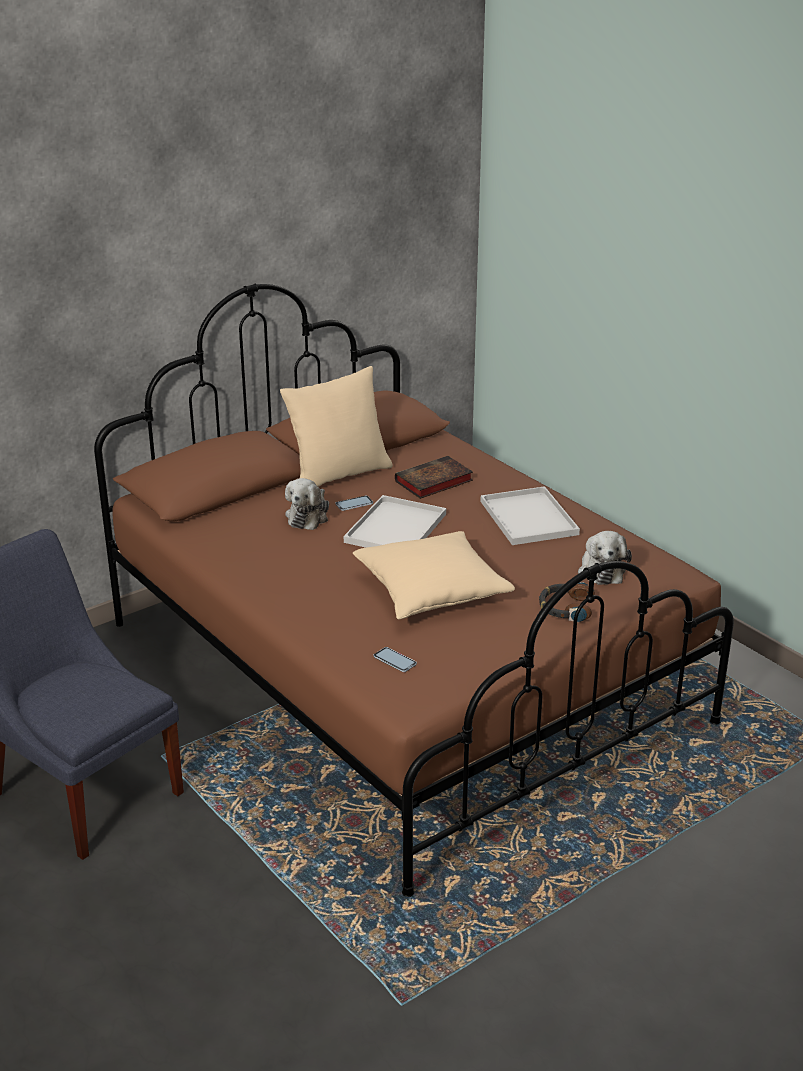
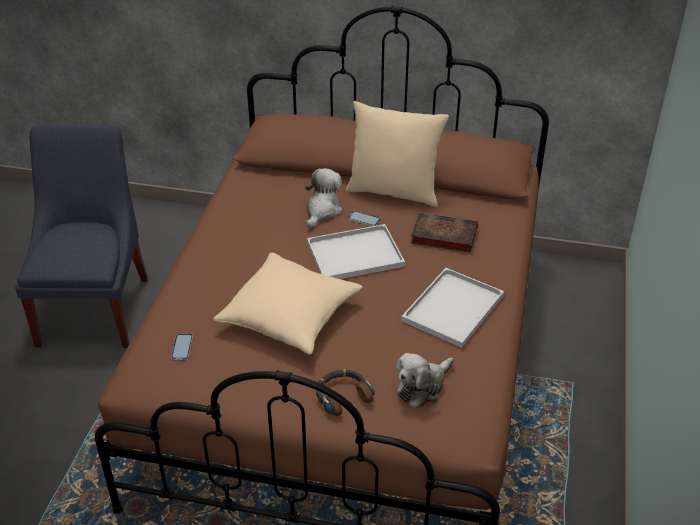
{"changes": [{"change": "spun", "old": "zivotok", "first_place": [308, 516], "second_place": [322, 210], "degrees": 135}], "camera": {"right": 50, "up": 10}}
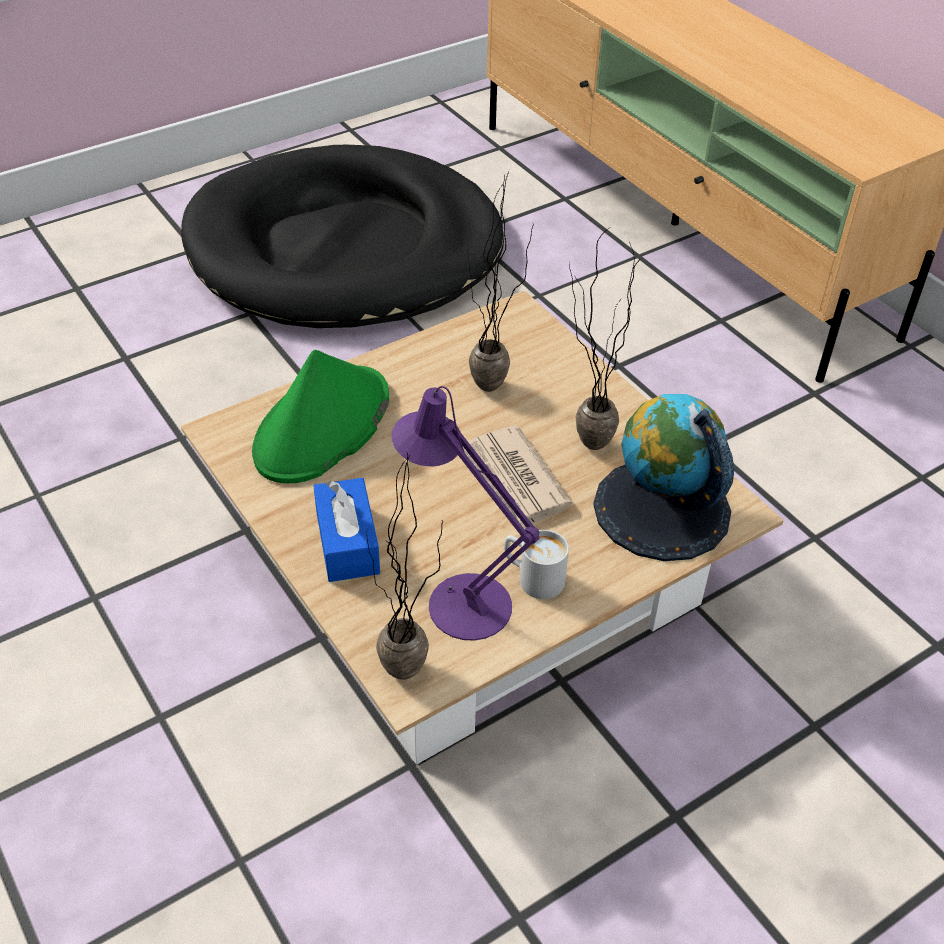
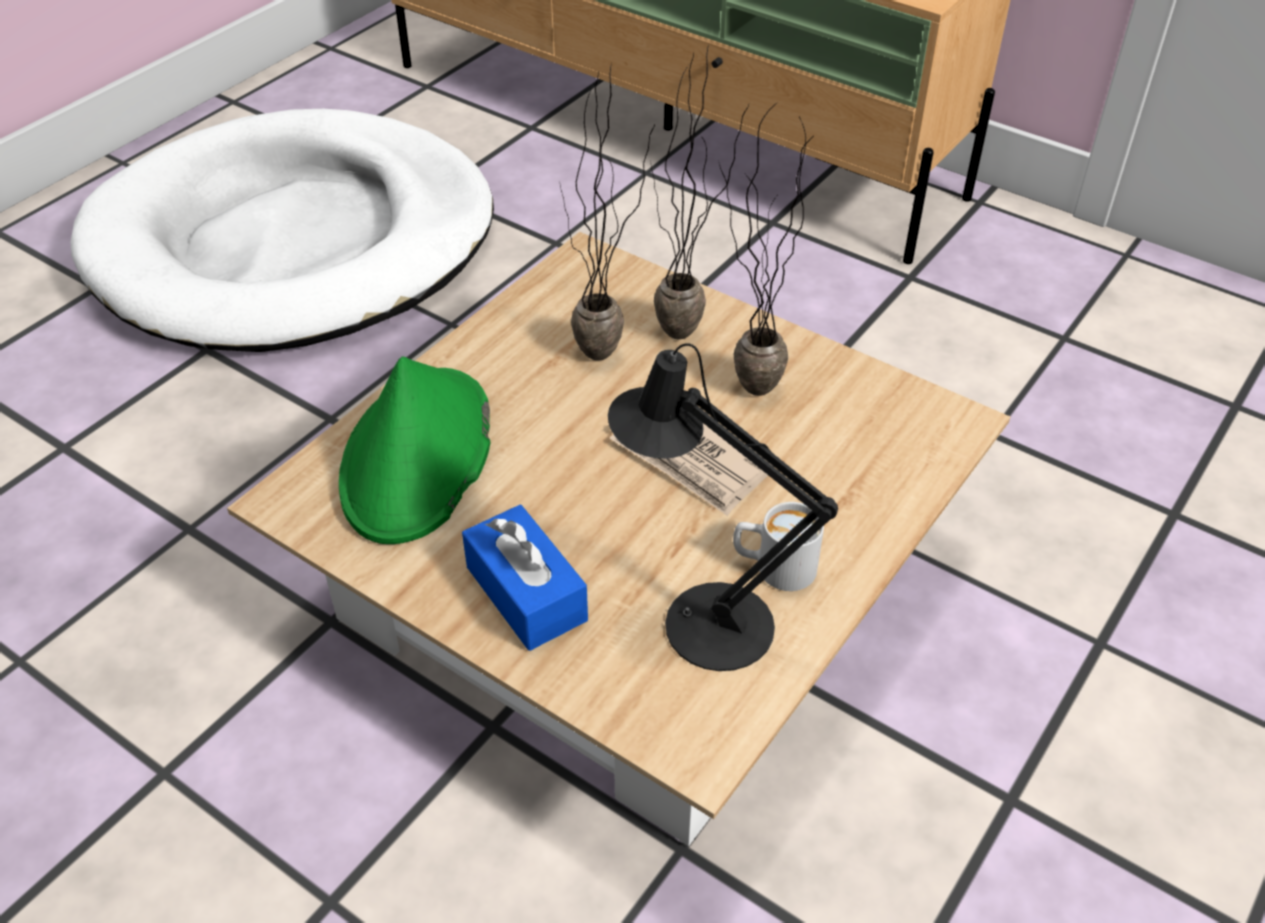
{"changes": [{"change": "colour", "old": "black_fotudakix", "new": "white_fotudakix", "first_place": [345, 249], "second_place": [294, 243]}, {"change": "colour", "old": "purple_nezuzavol", "new": "black_nezuzavol", "first_place": [460, 599], "second_place": [703, 621]}, {"change": "missing", "old": "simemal", "first_place": [661, 509]}, {"change": "relocated", "old": "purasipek", "first_place": [408, 683], "second_place": [689, 341]}], "camera": {"right": -20, "up": 0}}
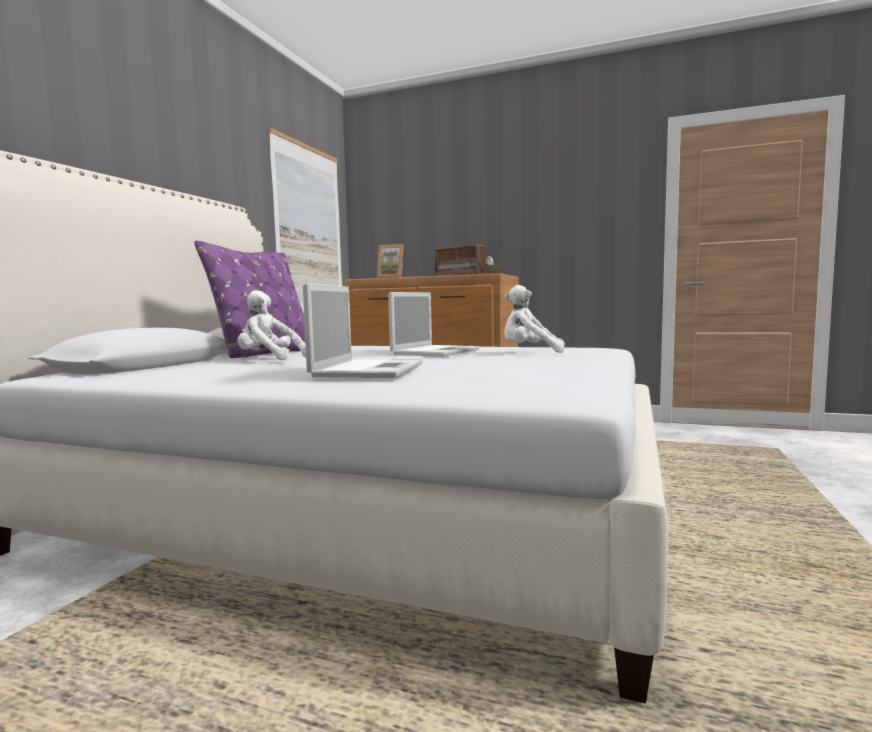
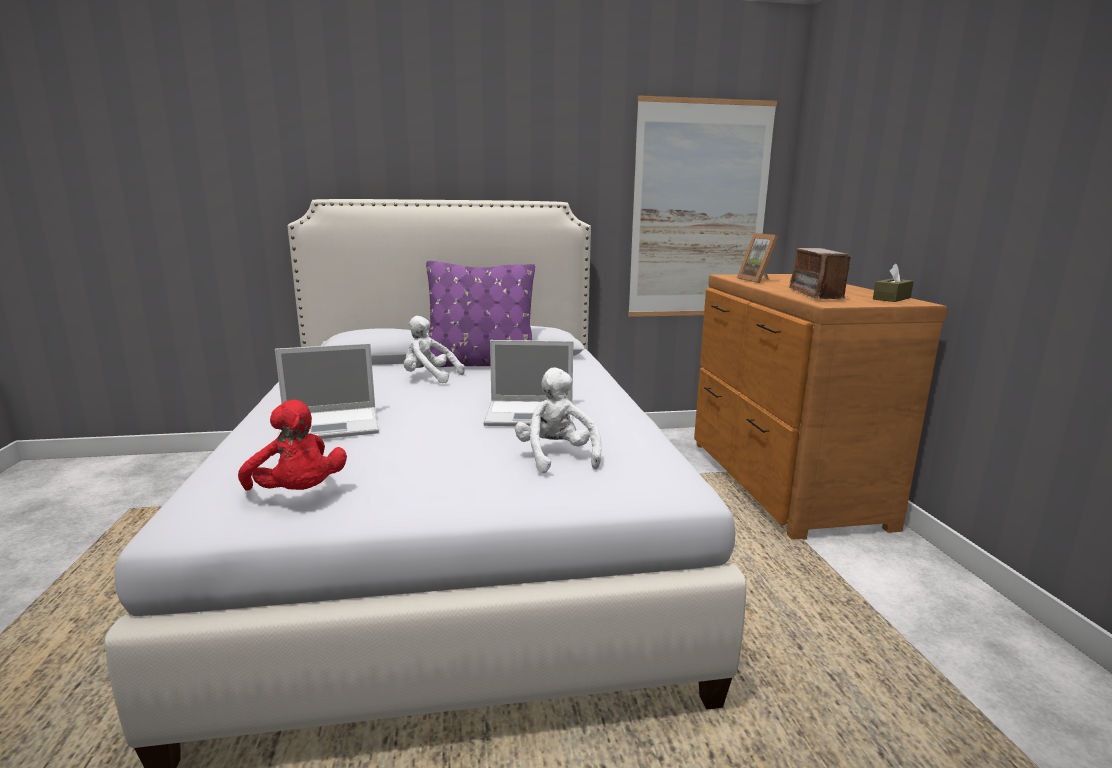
{"changes": [{"change": "spun", "old": "white_zivotok", "first_place": [269, 360], "second_place": [429, 377], "degrees": -60}, {"change": "appeared", "new": "red_zivotok", "second_place": [298, 494]}], "camera": {"right": 60, "up": 10}}
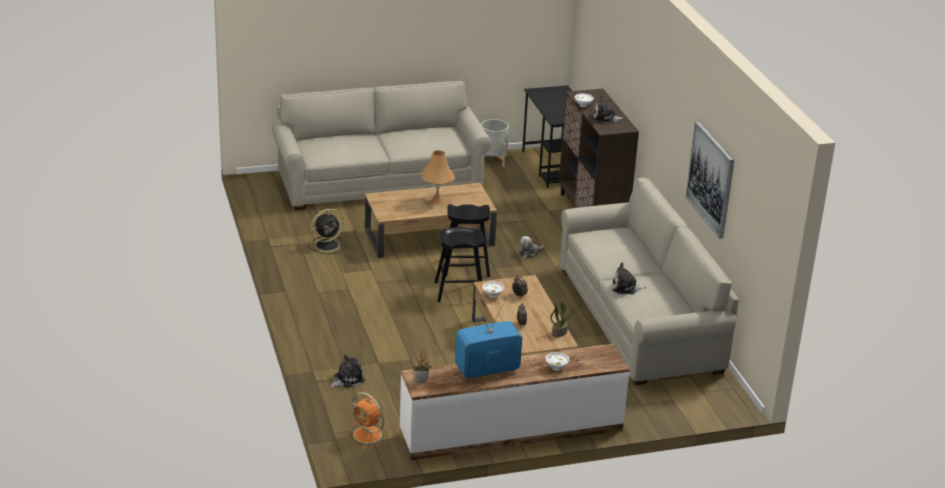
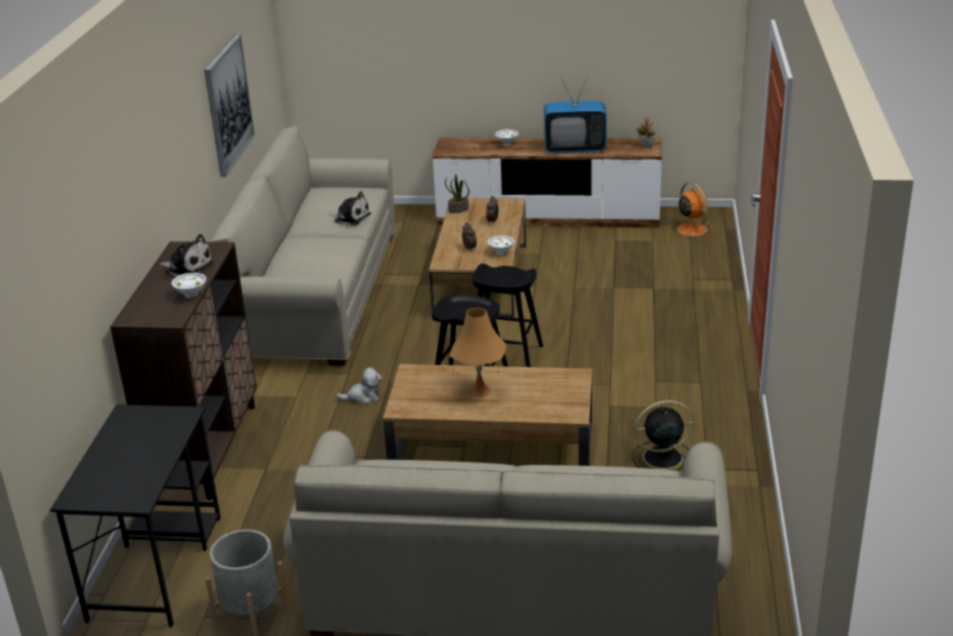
{"changes": [{"change": "missing", "old": "zivotok", "first_place": [347, 379]}], "camera": {"right": -155, "up": 0}}
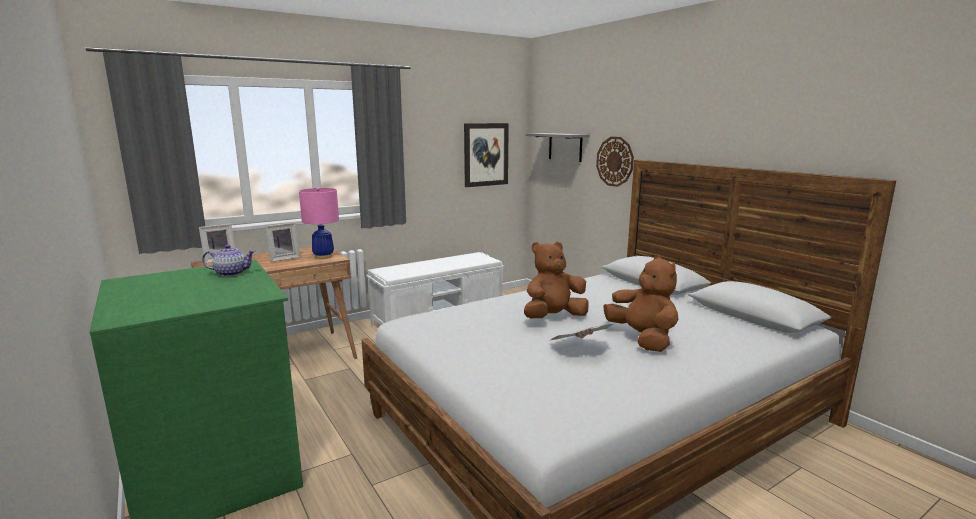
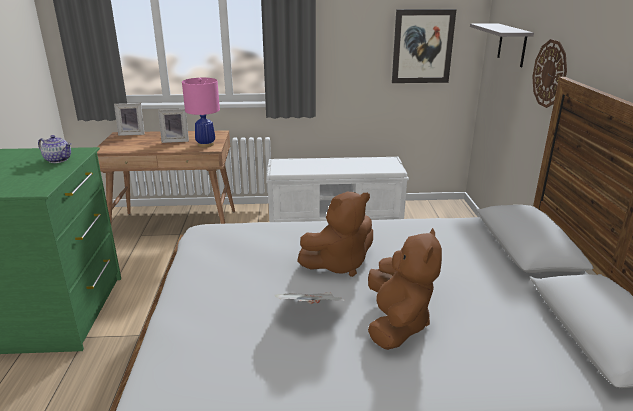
{"changes": [{"change": "spun", "old": "brown_zivotok", "first_place": [553, 317], "second_place": [339, 264], "degrees": 150}], "camera": {"right": 30, "up": 10}}
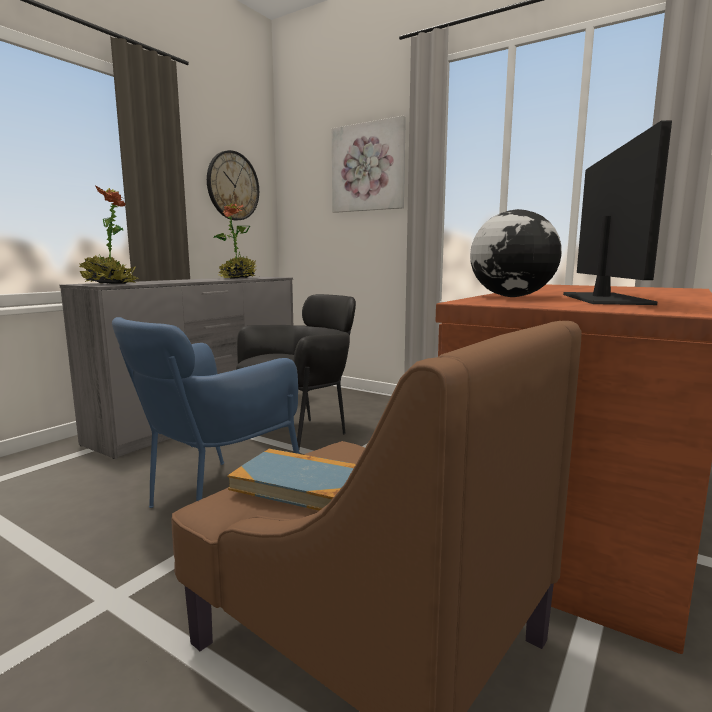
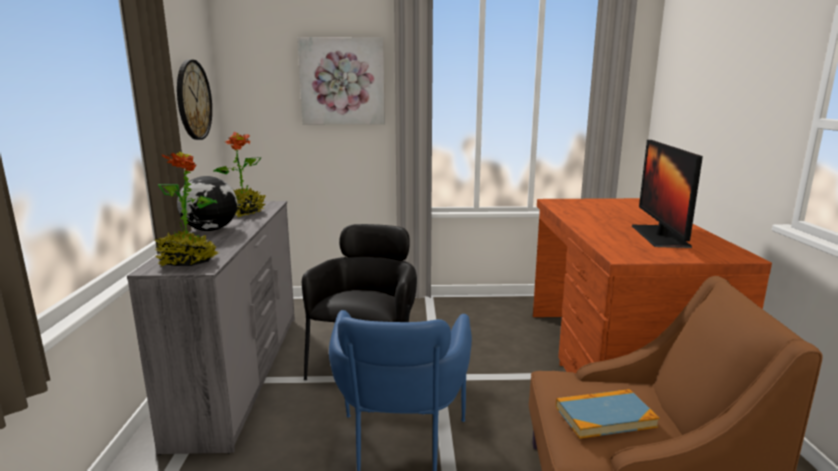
{"changes": [{"change": "spun", "old": "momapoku", "first_place": [604, 299], "second_place": [659, 236], "degrees": -150}, {"change": "relocated", "old": "simemal", "first_place": [511, 297], "second_place": [210, 230]}], "camera": {"right": -35, "up": 5}}
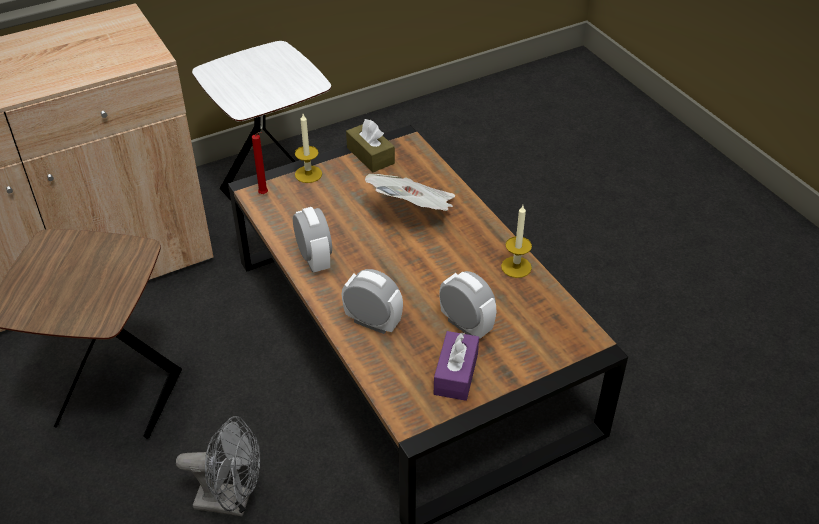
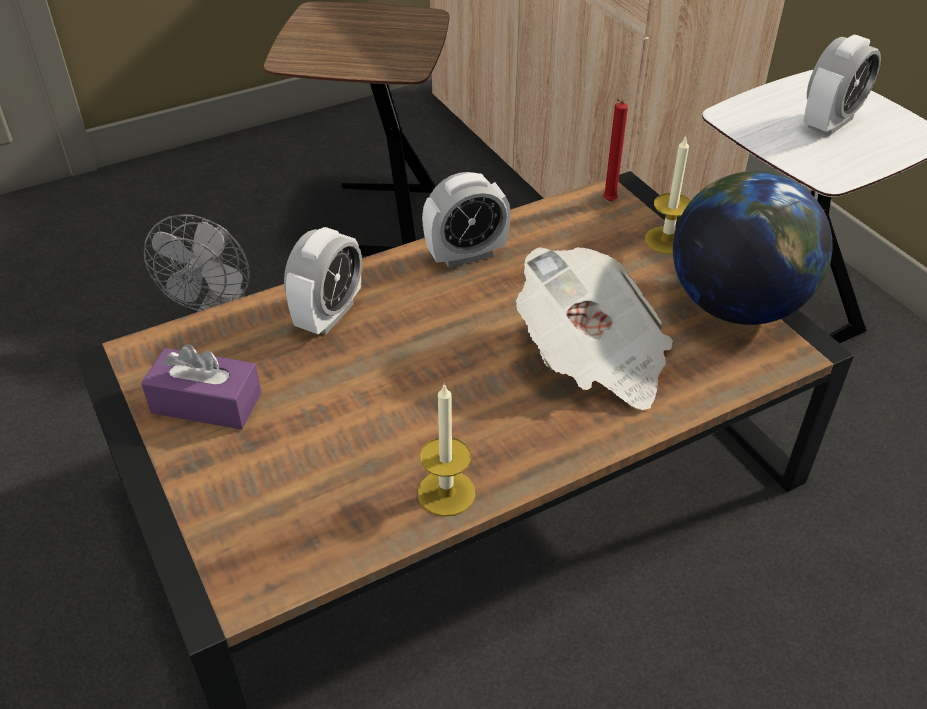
{"changes": [{"change": "exchanged", "old": "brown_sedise", "new": "simemal", "first_place": [370, 155], "second_place": [736, 305]}, {"change": "relocated", "old": "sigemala", "first_place": [466, 325], "second_place": [830, 123]}], "camera": {"right": 90, "up": 0}}
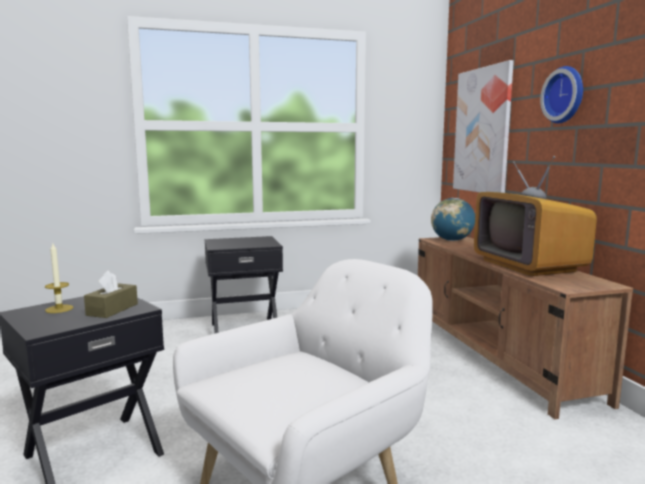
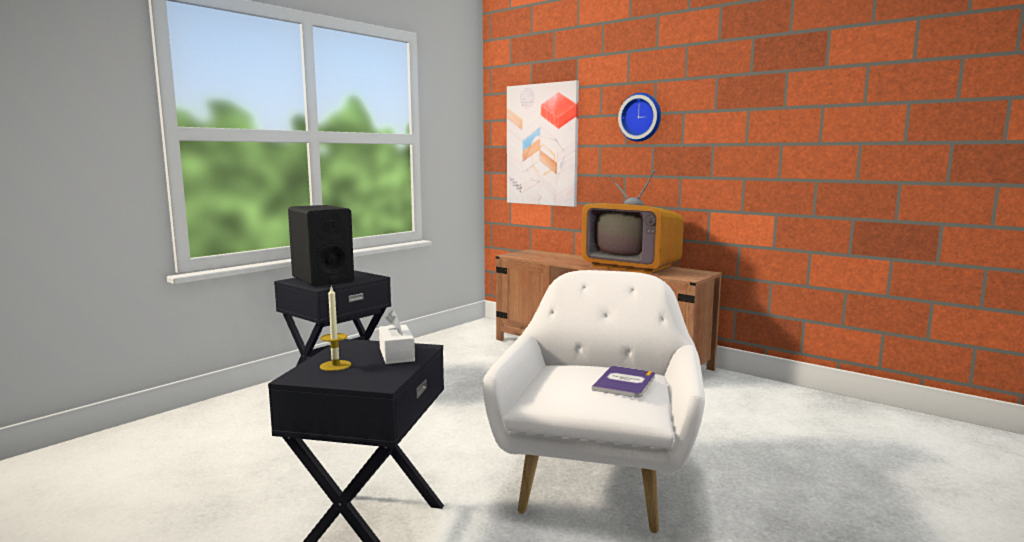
{"changes": [{"change": "missing", "old": "simemal", "first_place": [452, 240]}, {"change": "colour", "old": "brown_sedise", "new": "white_sedise", "first_place": [112, 309], "second_place": [396, 354]}, {"change": "appeared", "new": "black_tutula", "second_place": [322, 279]}, {"change": "appeared", "new": "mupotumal", "second_place": [624, 383]}], "camera": {"right": -35, "up": 0}}
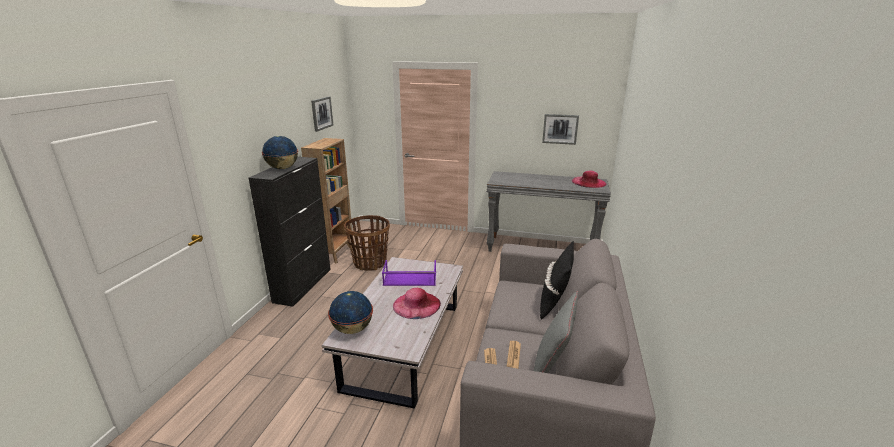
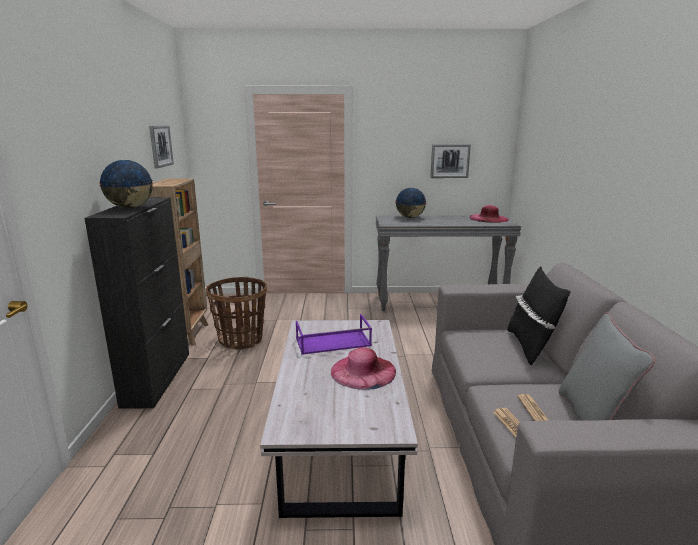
{"changes": [{"change": "relocated", "old": "simemal", "first_place": [353, 329], "second_place": [410, 217]}], "camera": {"right": -15, "up": -5}}
